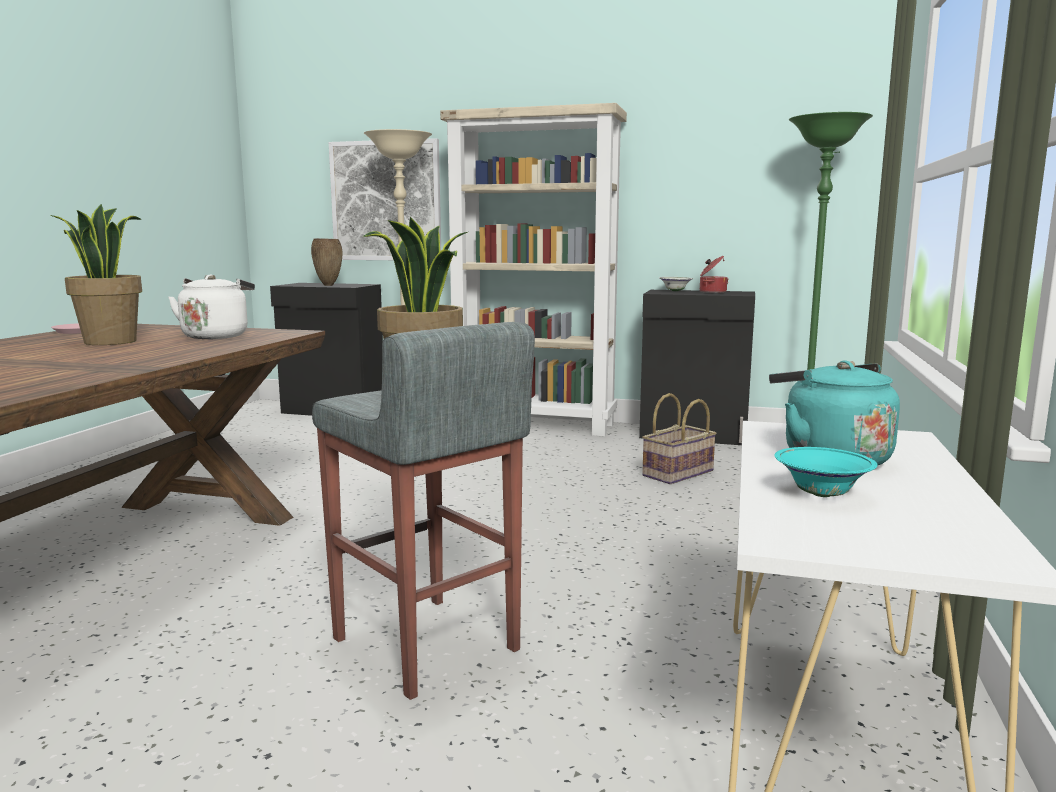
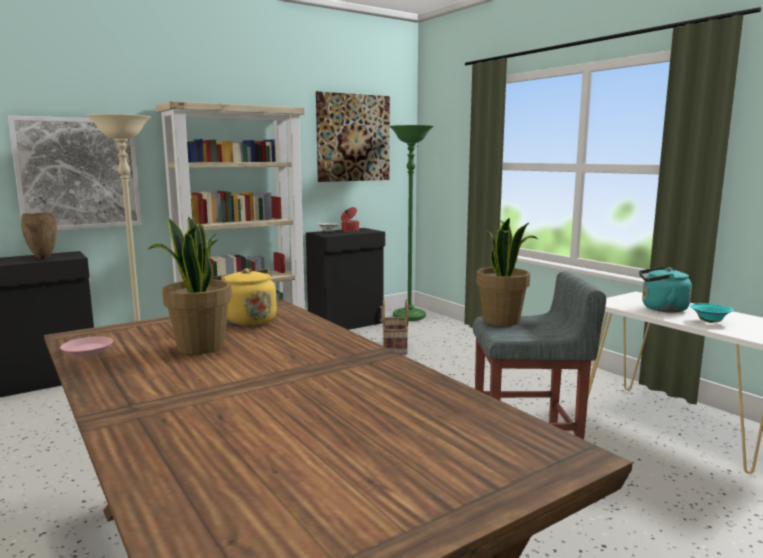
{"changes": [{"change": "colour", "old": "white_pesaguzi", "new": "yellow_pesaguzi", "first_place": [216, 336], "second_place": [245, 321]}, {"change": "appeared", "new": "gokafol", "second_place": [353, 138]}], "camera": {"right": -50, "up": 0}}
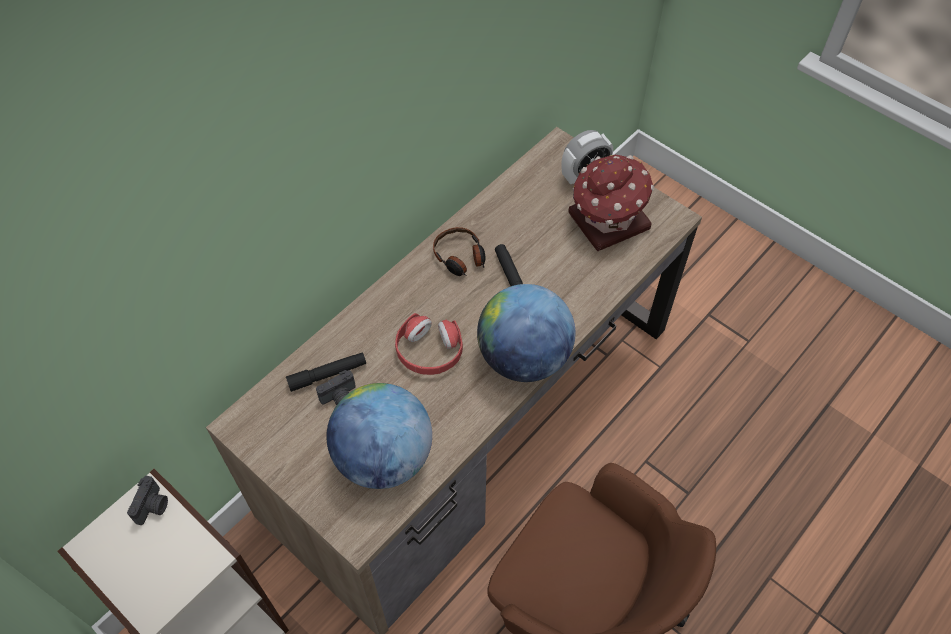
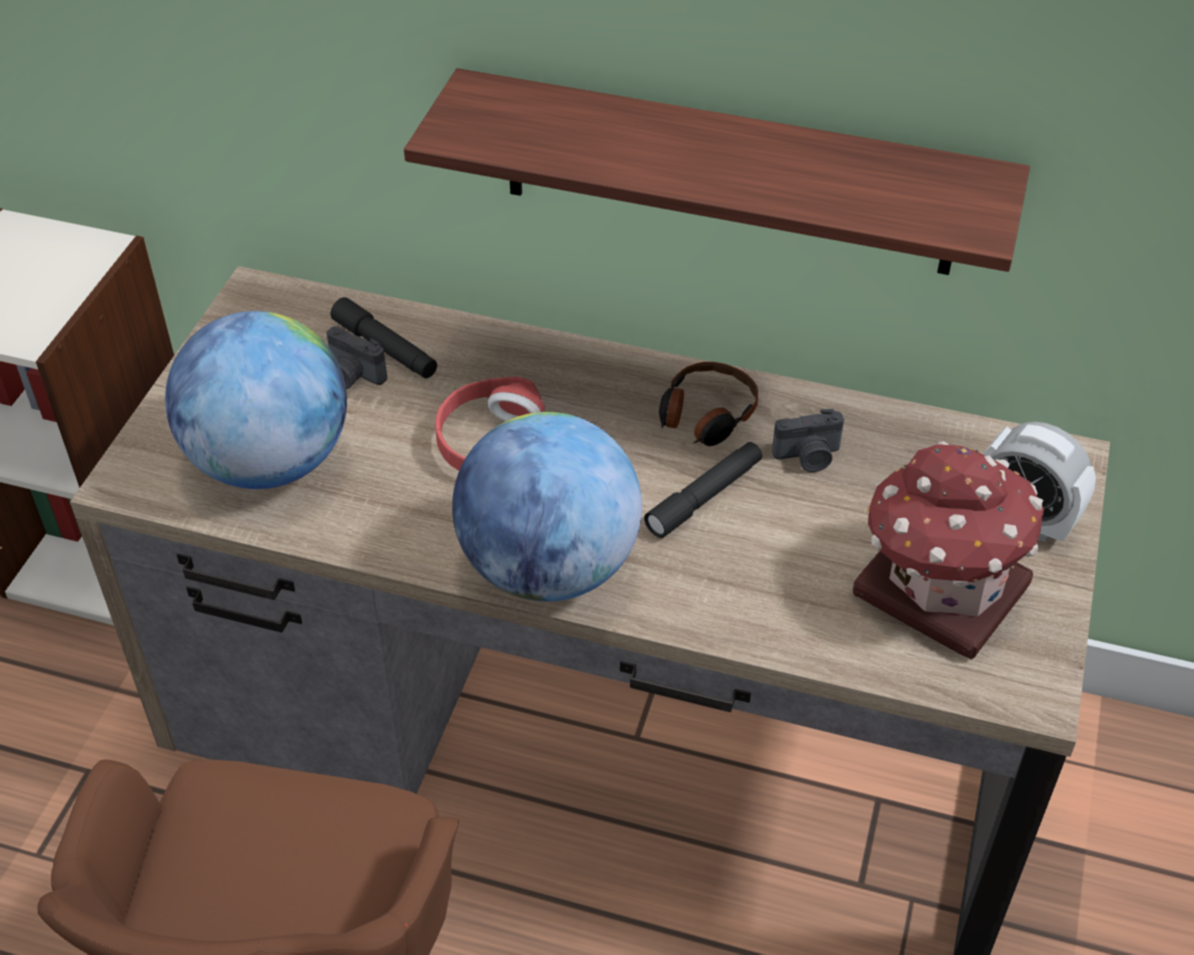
{"changes": [{"change": "relocated", "old": "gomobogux", "first_place": [153, 506], "second_place": [808, 457]}, {"change": "appeared", "new": "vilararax", "second_place": [728, 174]}], "camera": {"right": 65, "up": -10}}
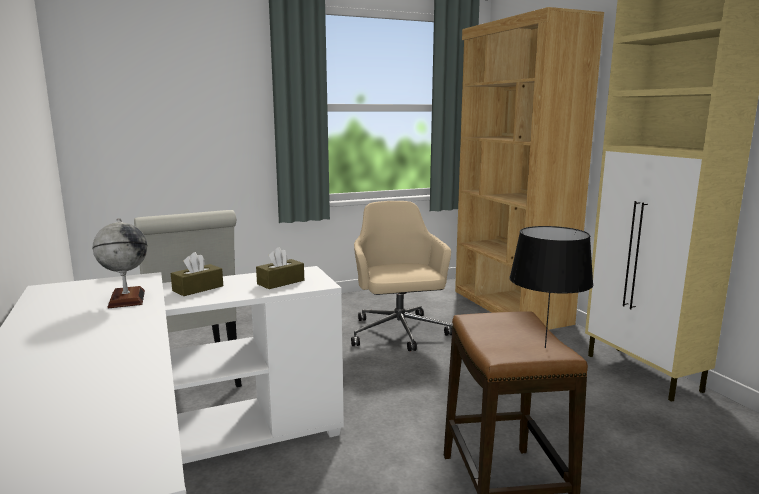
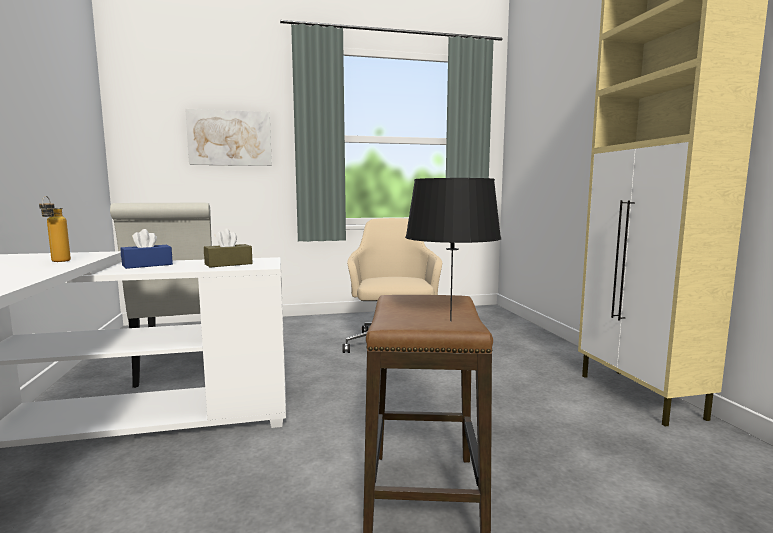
{"changes": [{"change": "missing", "old": "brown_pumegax", "first_place": [509, 307]}, {"change": "exchanged", "old": "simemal", "new": "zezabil", "first_place": [126, 299], "second_place": [57, 262]}, {"change": "colour", "old": "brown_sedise", "new": "blue_sedise", "first_place": [198, 288], "second_place": [147, 265]}, {"change": "appeared", "new": "gokafol", "second_place": [230, 138]}], "camera": {"right": 10, "up": -5}}
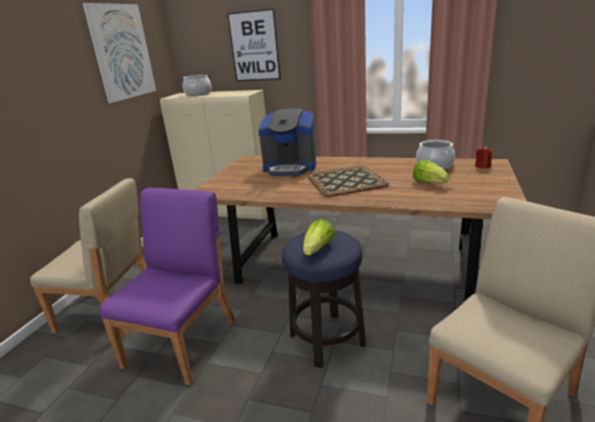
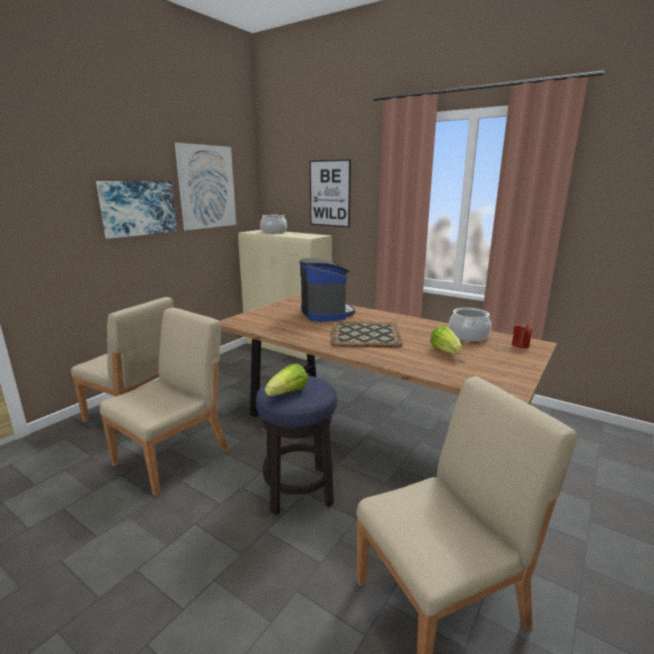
{"changes": [{"change": "spun", "old": "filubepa", "first_place": [290, 168], "second_place": [326, 313], "degrees": -135}, {"change": "colour", "old": "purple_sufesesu", "new": "beige_sufesesu", "first_place": [183, 342], "second_place": [174, 456]}, {"change": "appeared", "new": "gokafol", "second_place": [138, 208]}], "camera": {"right": 15, "up": -5}}
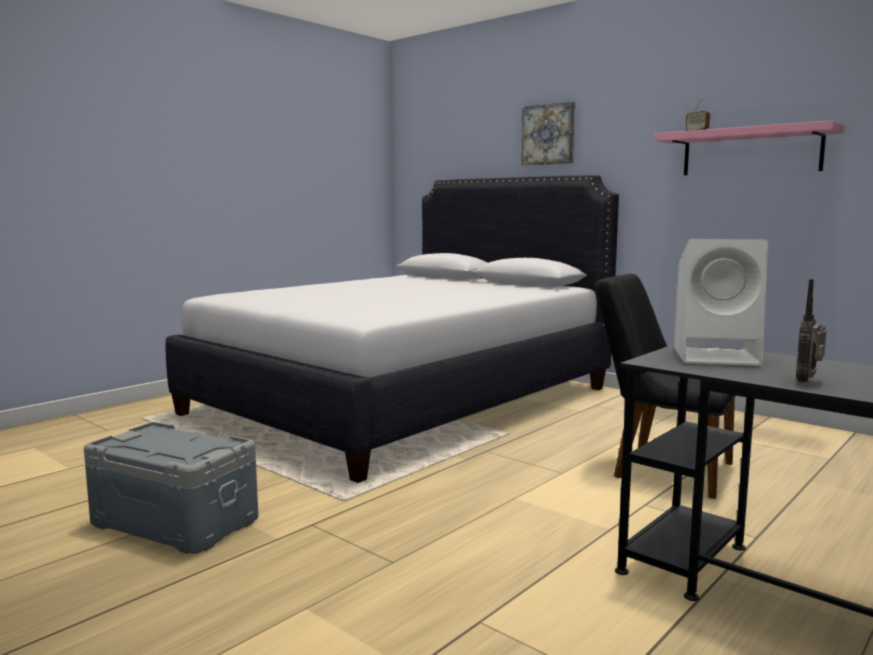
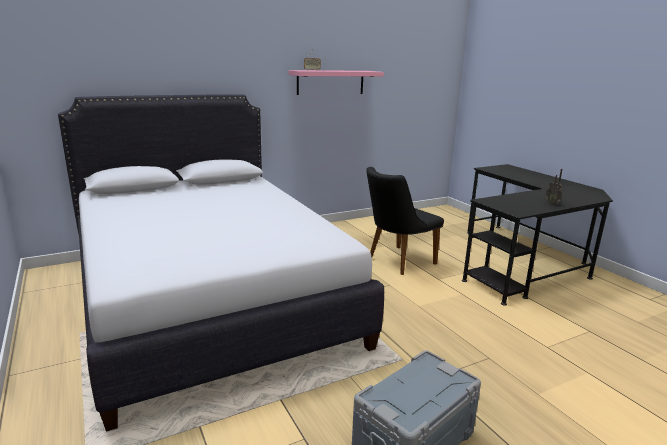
{"changes": [{"change": "missing", "old": "gokafol", "first_place": [548, 134]}, {"change": "missing", "old": "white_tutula", "first_place": [718, 356]}], "camera": {"right": -70, "up": 10}}
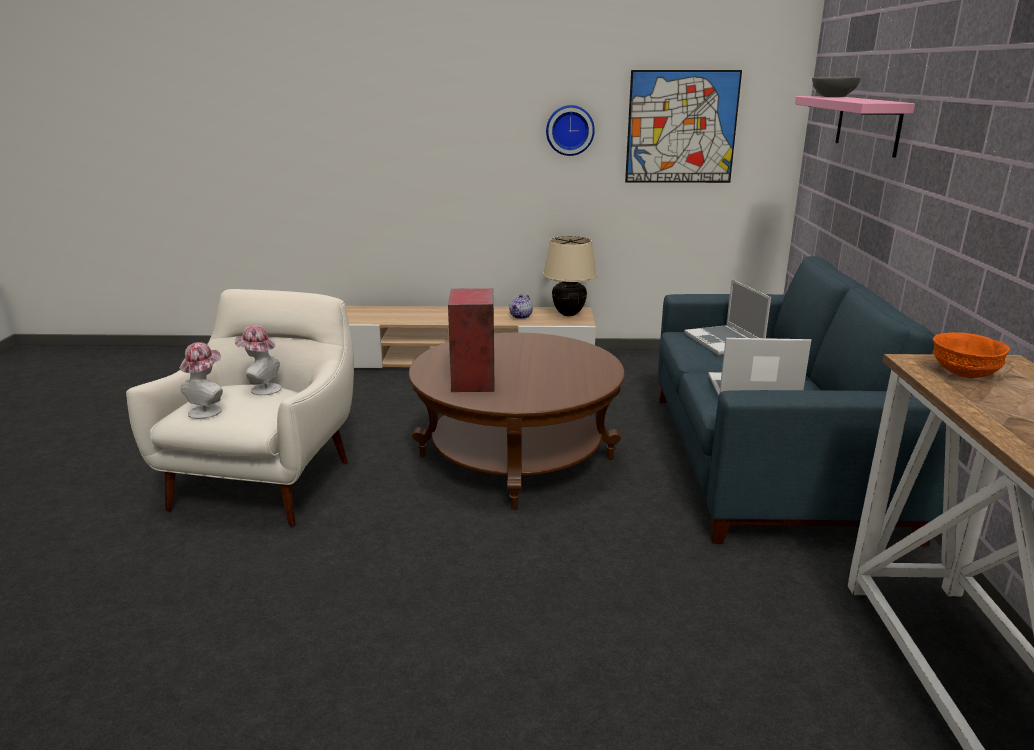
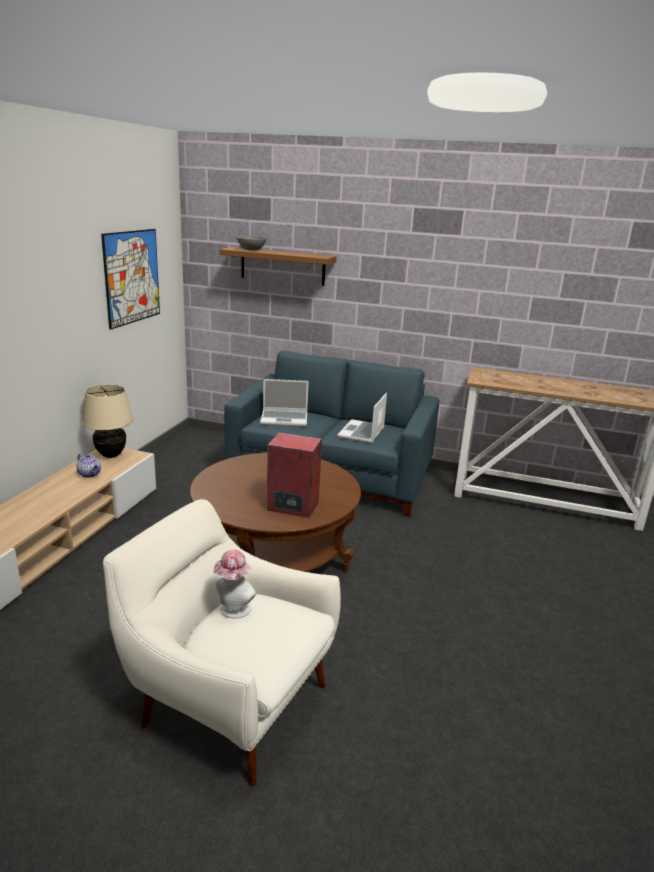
{"changes": [{"change": "colour", "old": "pink_vilararax", "new": "brown_vilararax", "first_place": [867, 124], "second_place": [282, 266]}, {"change": "missing", "old": "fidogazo", "first_place": [570, 130]}, {"change": "missing", "old": "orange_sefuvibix", "first_place": [964, 372]}, {"change": "missing", "old": "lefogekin", "first_place": [208, 410]}], "camera": {"right": -75, "up": 0}}
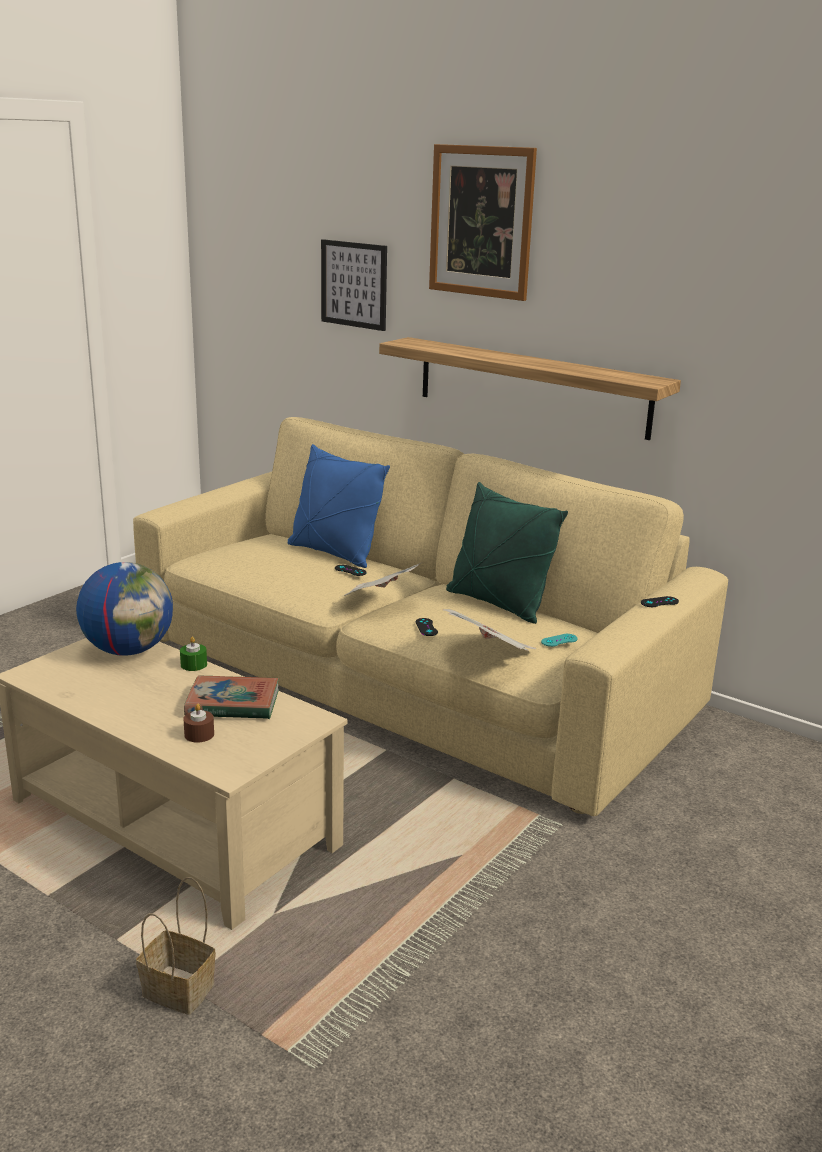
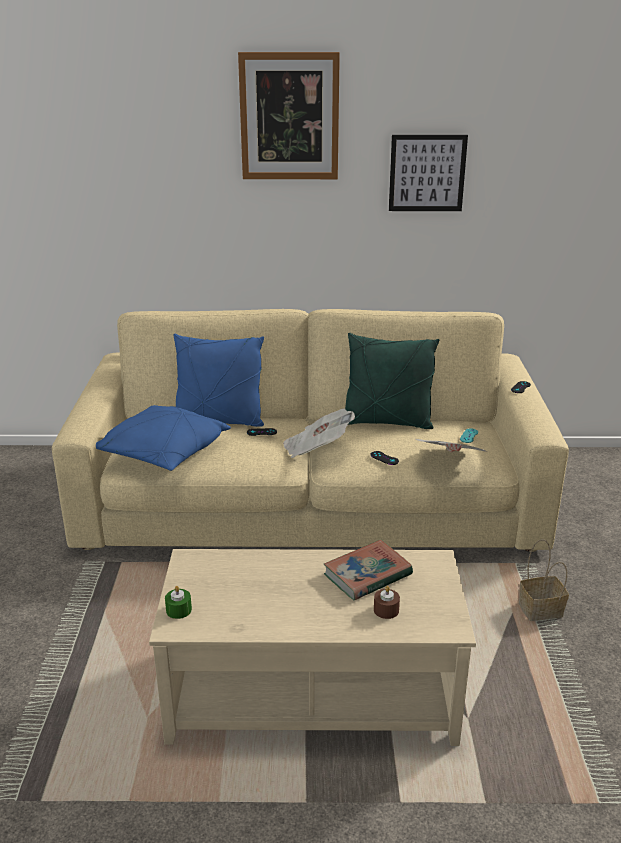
{"changes": [{"change": "relocated", "old": "gokafol", "first_place": [354, 284], "second_place": [427, 173]}, {"change": "missing", "old": "vilararax", "first_place": [531, 387]}, {"change": "missing", "old": "simemal", "first_place": [129, 650]}, {"change": "relocated", "old": "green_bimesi", "first_place": [193, 664], "second_place": [179, 610]}, {"change": "relocated", "old": "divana", "first_place": [181, 990], "second_place": [541, 609]}, {"change": "appeared", "new": "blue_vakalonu", "second_place": [163, 453]}], "camera": {"right": -35, "up": 5}}
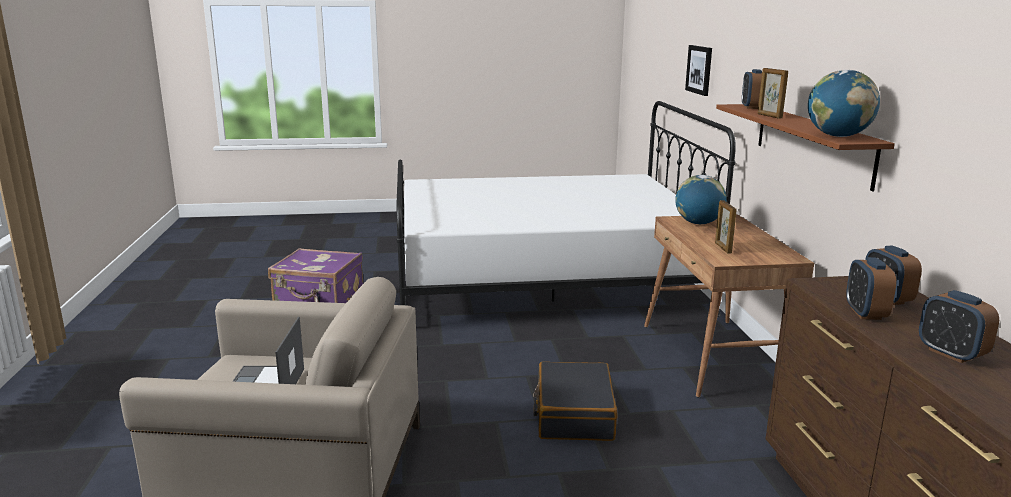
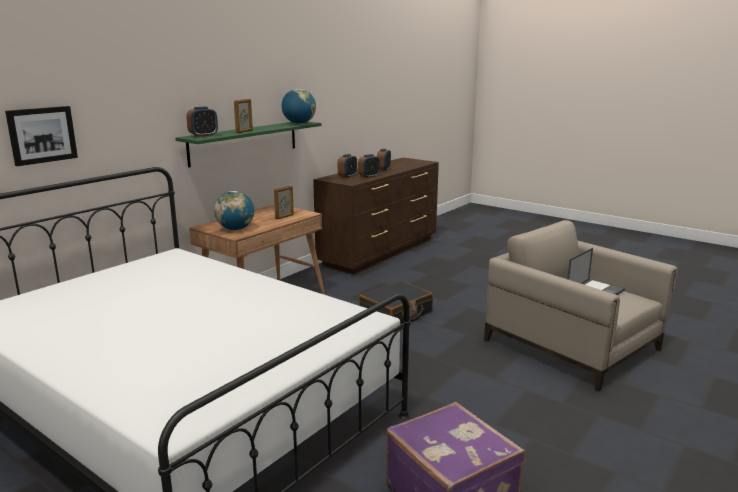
{"changes": [{"change": "colour", "old": "brown_vilararax", "new": "green_vilararax", "first_place": [811, 143], "second_place": [244, 142]}], "camera": {"right": -135, "up": 0}}
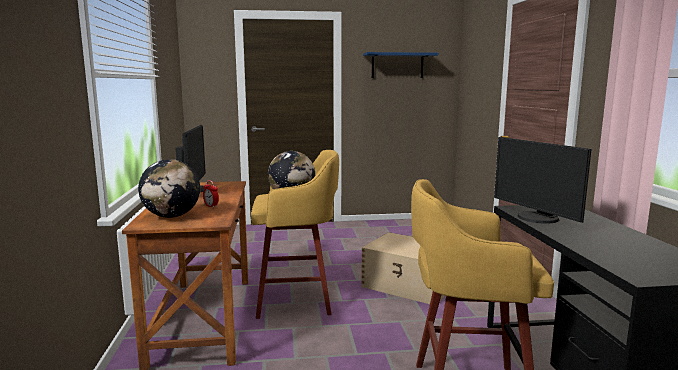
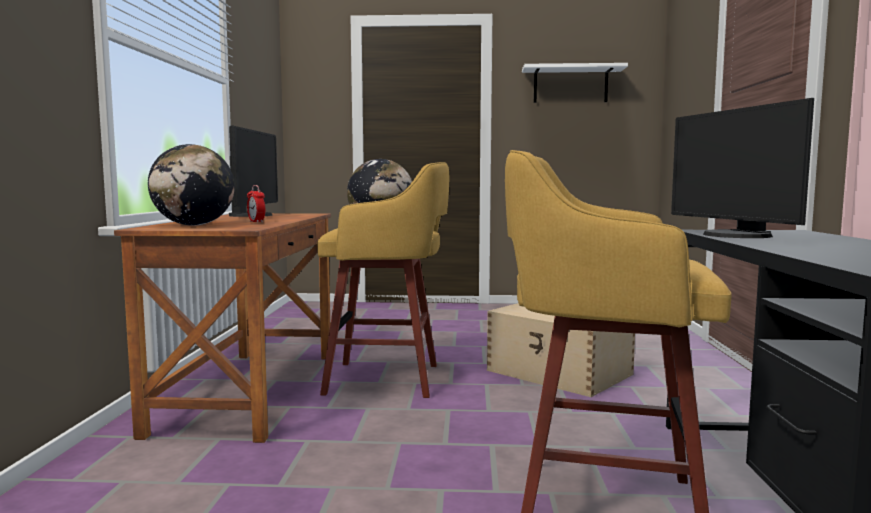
{"changes": [{"change": "colour", "old": "blue_vilararax", "new": "white_vilararax", "first_place": [397, 65], "second_place": [570, 85]}], "camera": {"right": 10, "up": -5}}
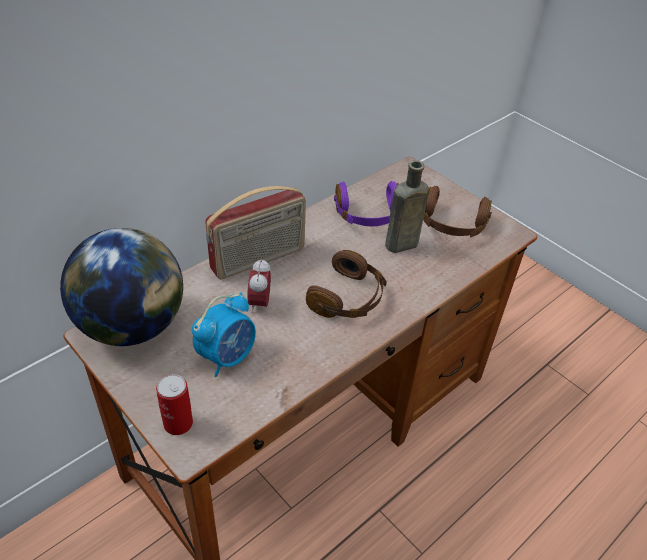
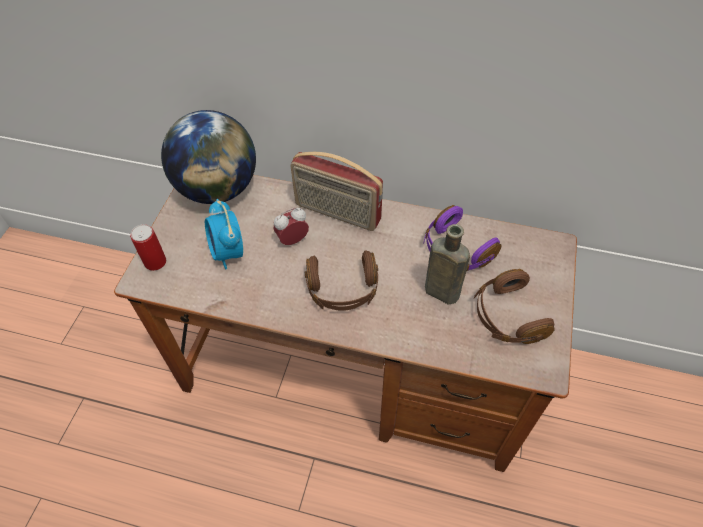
{"changes": [{"change": "spun", "old": "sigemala", "first_place": [227, 356], "second_place": [228, 253], "degrees": 60}], "camera": {"right": 60, "up": 10}}
